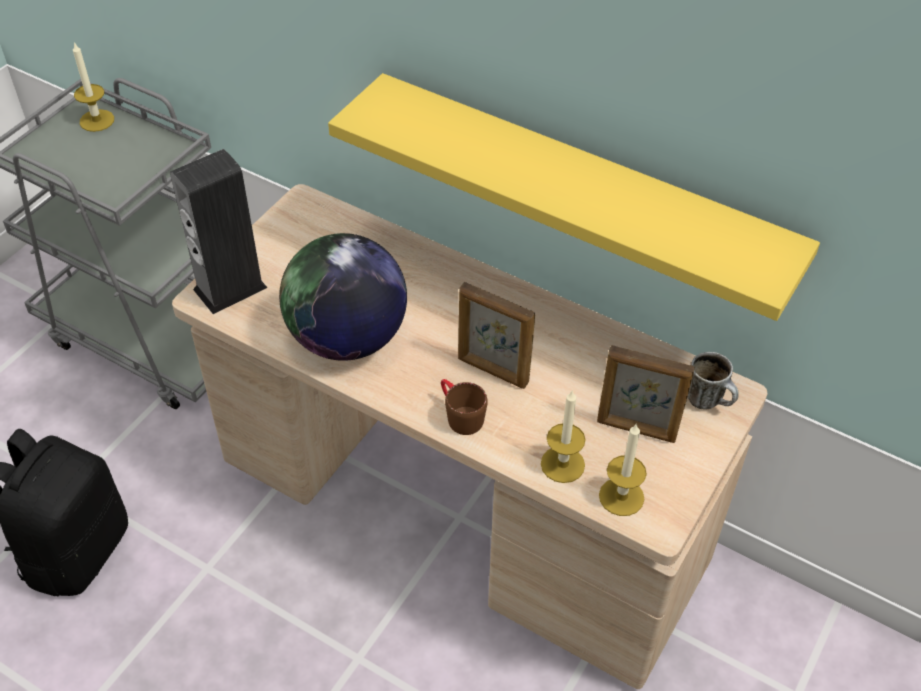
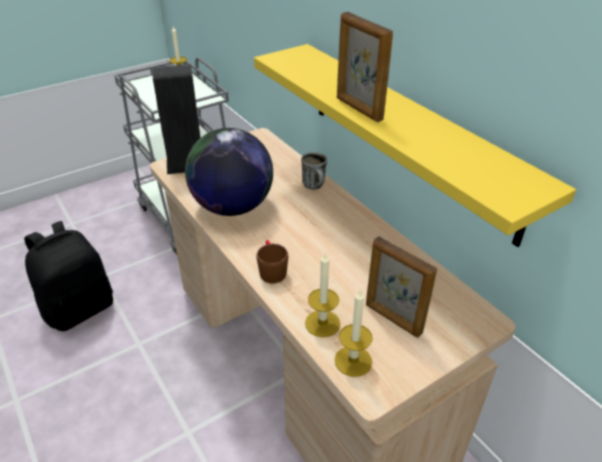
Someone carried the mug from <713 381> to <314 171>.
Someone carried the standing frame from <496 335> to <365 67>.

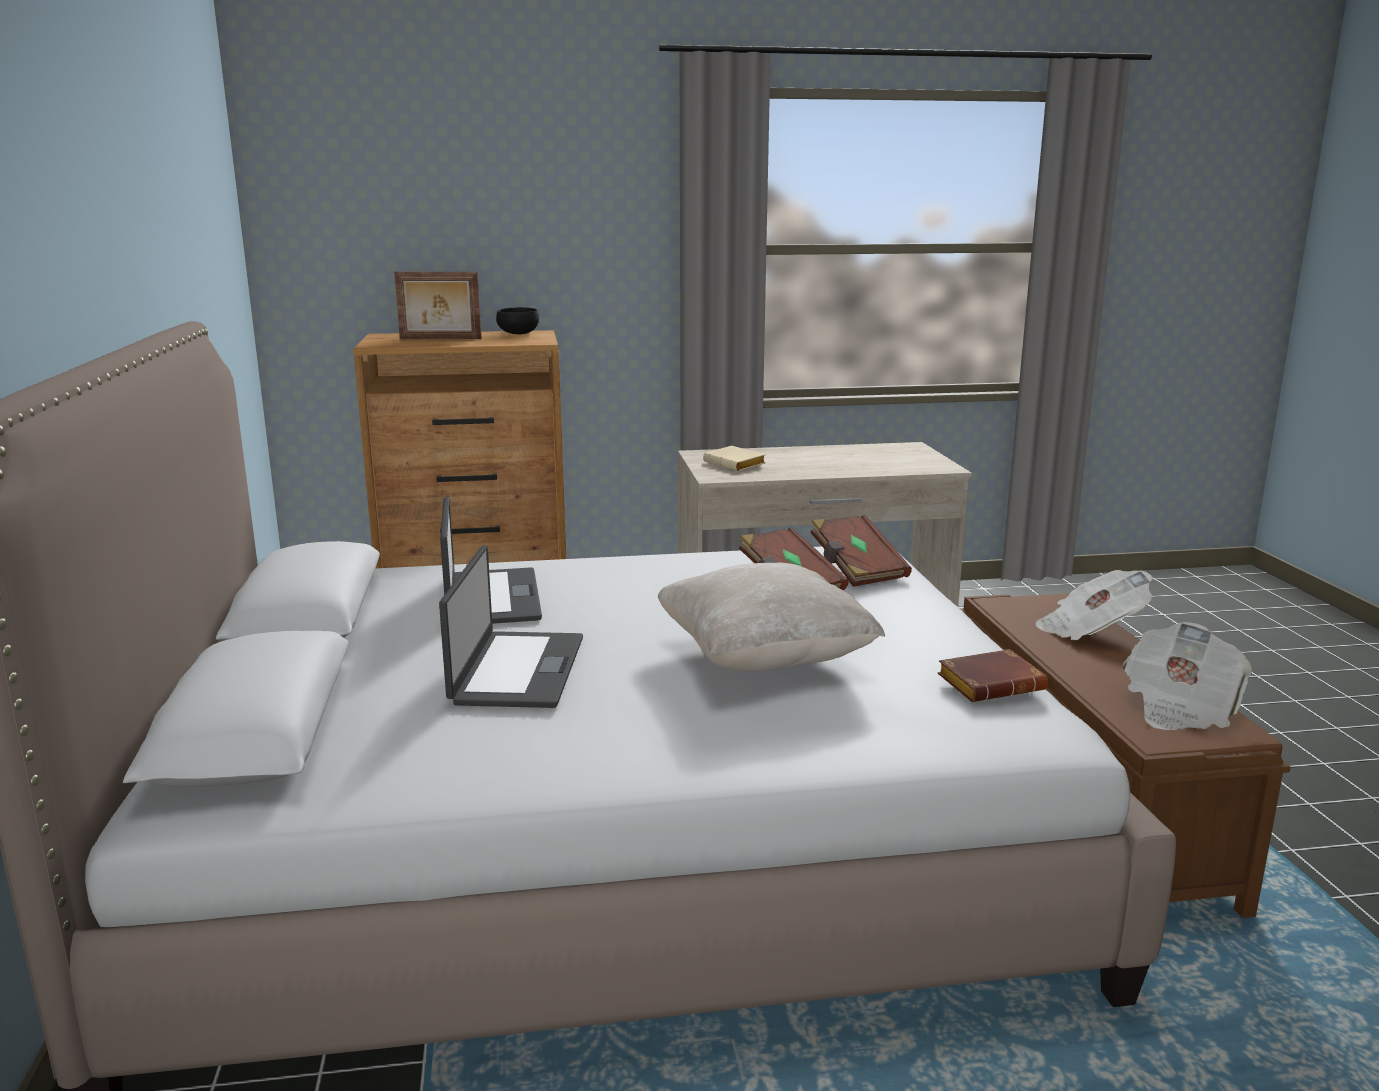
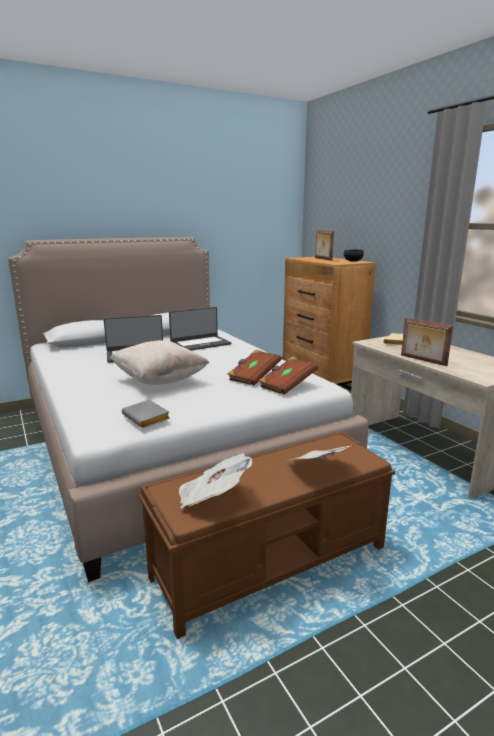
Someone repainted the brownish bound book at <993 675>, which became the grey bound book at <146 414>.
Someone put down the standing frame at <427 342>.

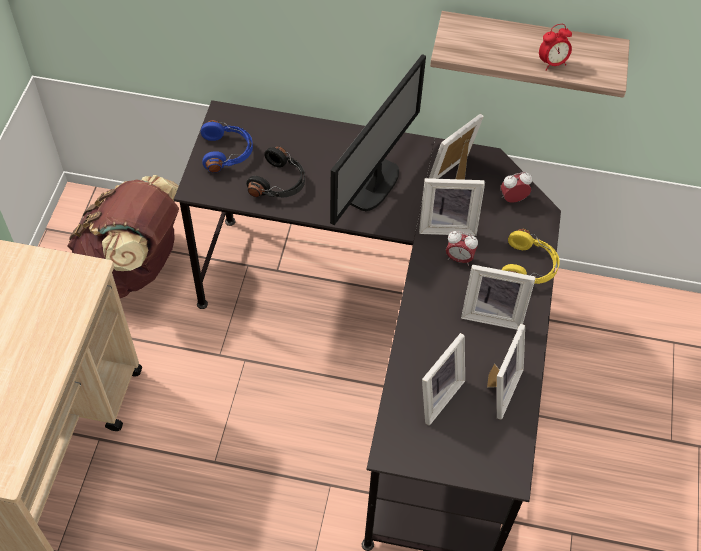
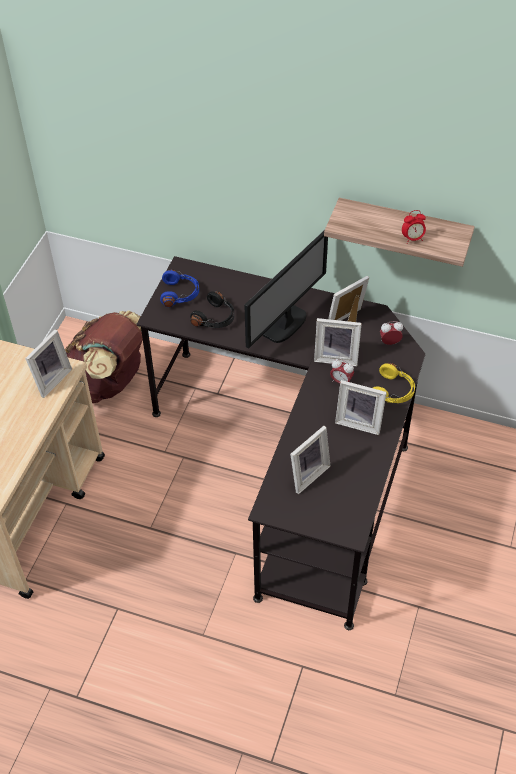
Someone carried the standing frame from <506 372> to <48 363>.

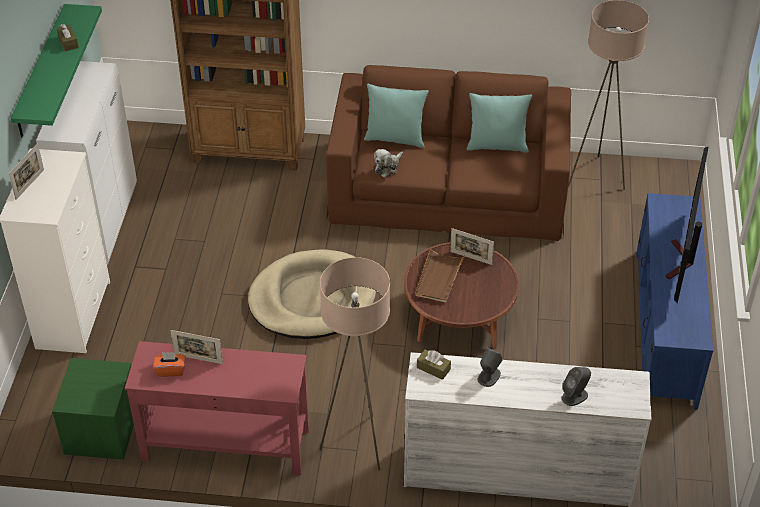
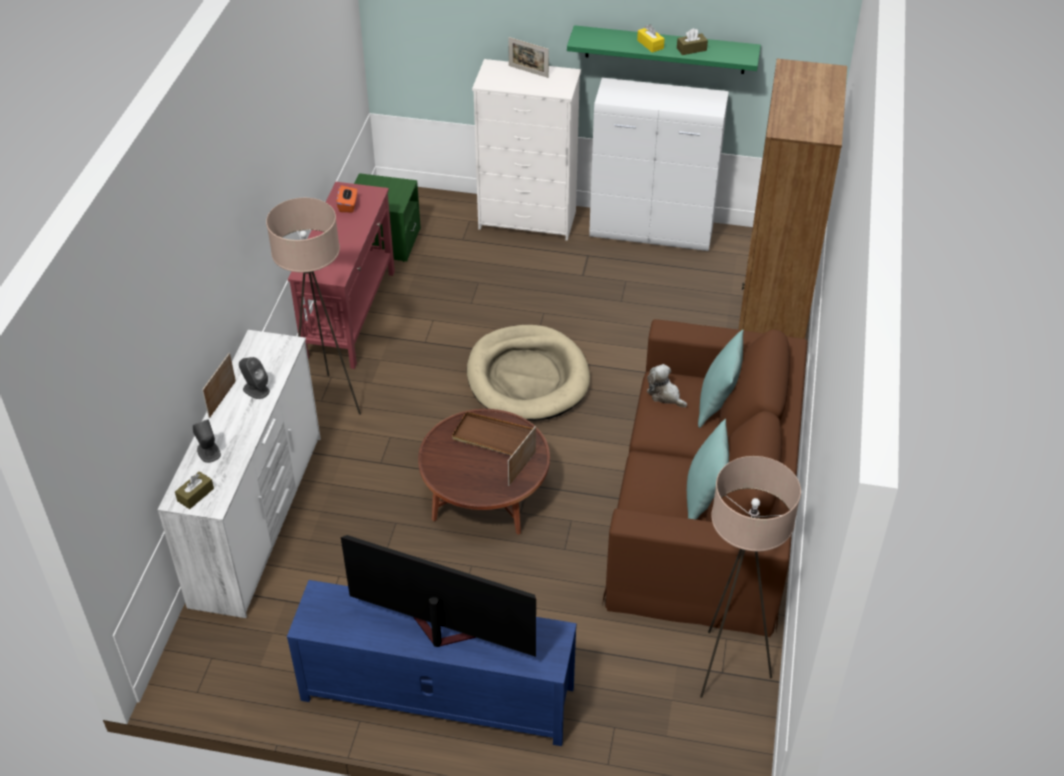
Someone carried the brownish box of tissues from <434 364> to <194 490>.
Someone carried the standing frame from <196 347> to <219 385>.
Someone put down the yellowish box of tissues at <651 38>.

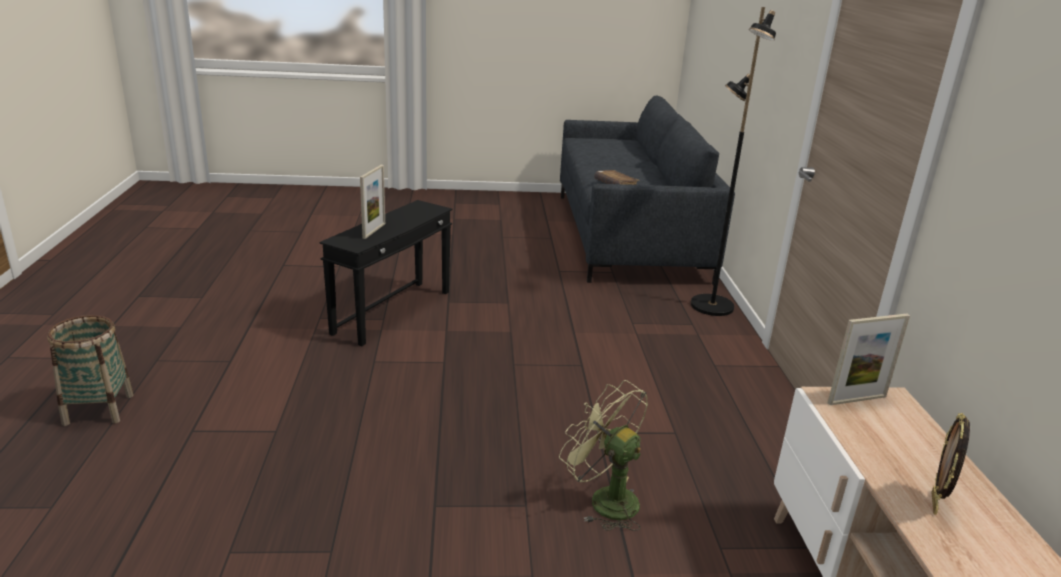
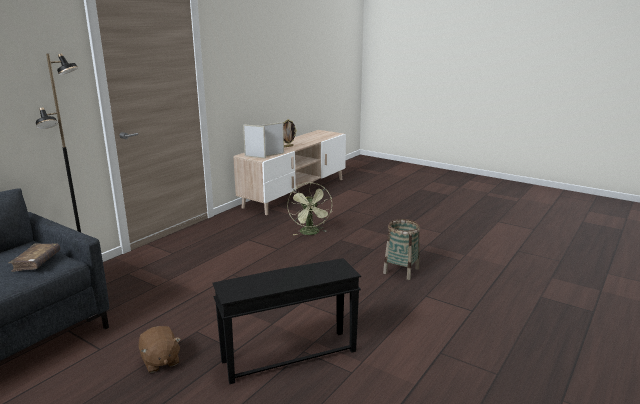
Someone put down the brownish cuddly toy at <159 349>.
Someone carried the standing frame from <372 202> to <273 139>.
Someone carried the storage basket from <90 370> to <401 249>.

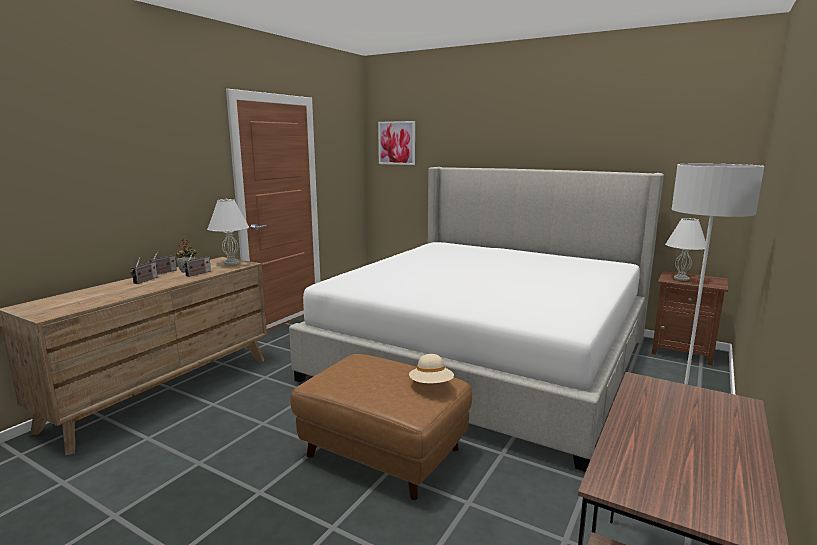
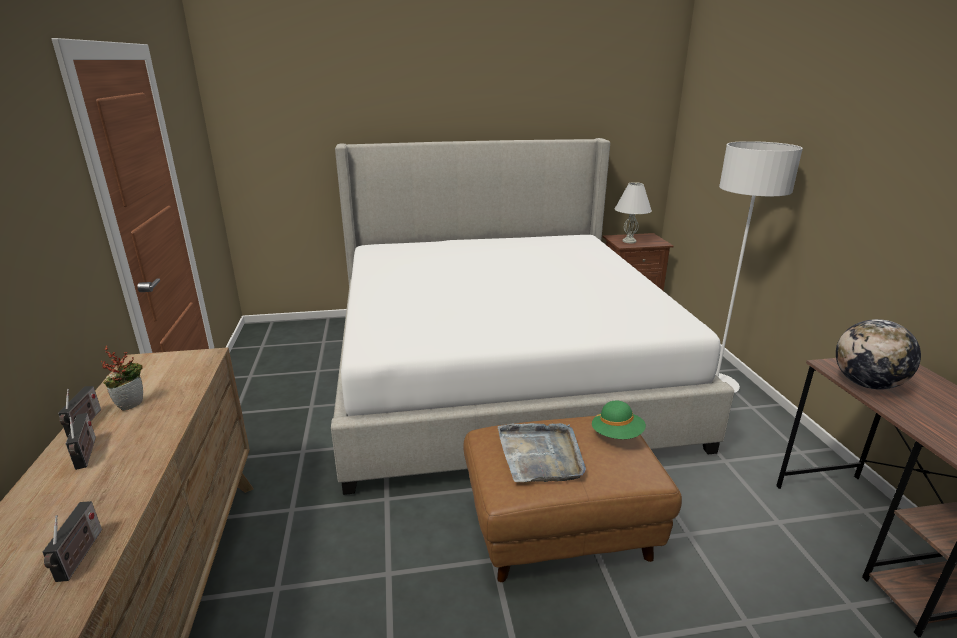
Someone carried the radio receiver from <197 264> to <72 541>.
Someone put down the grey carrying tray at <542 452>.
Someone repainted the beige hat at <431 368>, which became the greenish hat at <619 420>.
Someone put down the desk globe at <878 354>.
Someone took away the white tabletop lamp at <228 231>.
Someone took away the picture at <396 143>.

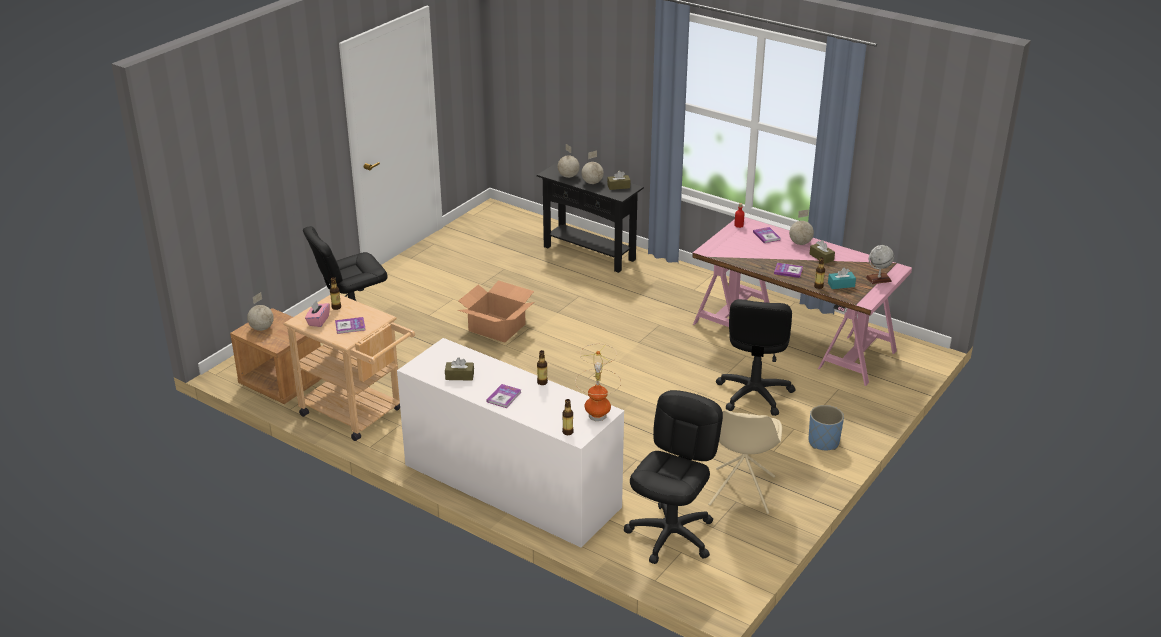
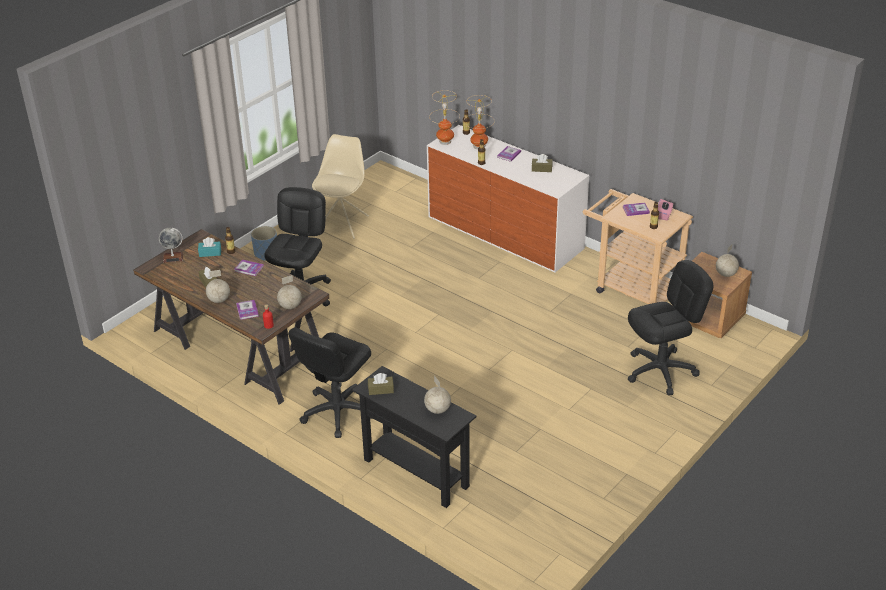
Someone repainted the pink-coloured desk at <802 301>, which became the brownish desk at <231 317>.
Someone carried the desk globe from <592 167> to <289 292>.
Someone carried the black-coloured desk chair from <673 477> to <330 382>.
Someone put down the tabletop lamp at <479 122>.
Someone took away the packing box at <496 311>.

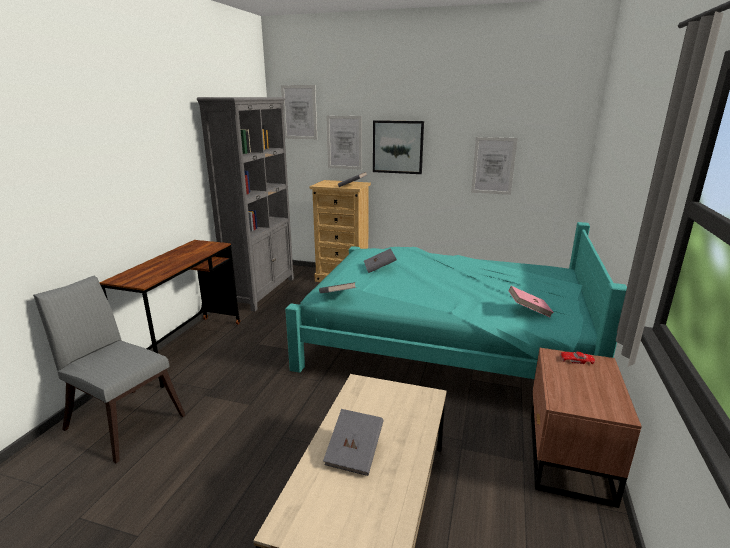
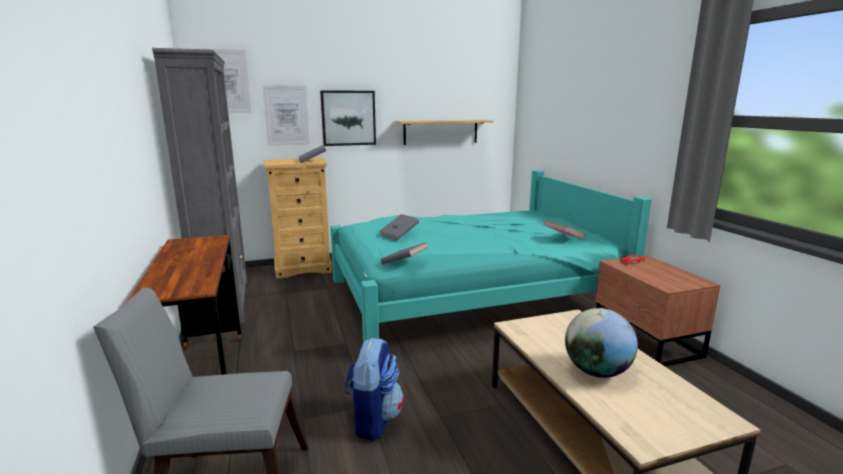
Someone put down the backpack at <374 389>.
Someone swapped the picture at <494 166> for the bracket shelf at <444 132>.
Someone swapped the grey bound book at <353 442> for the desk globe at <601 343>.

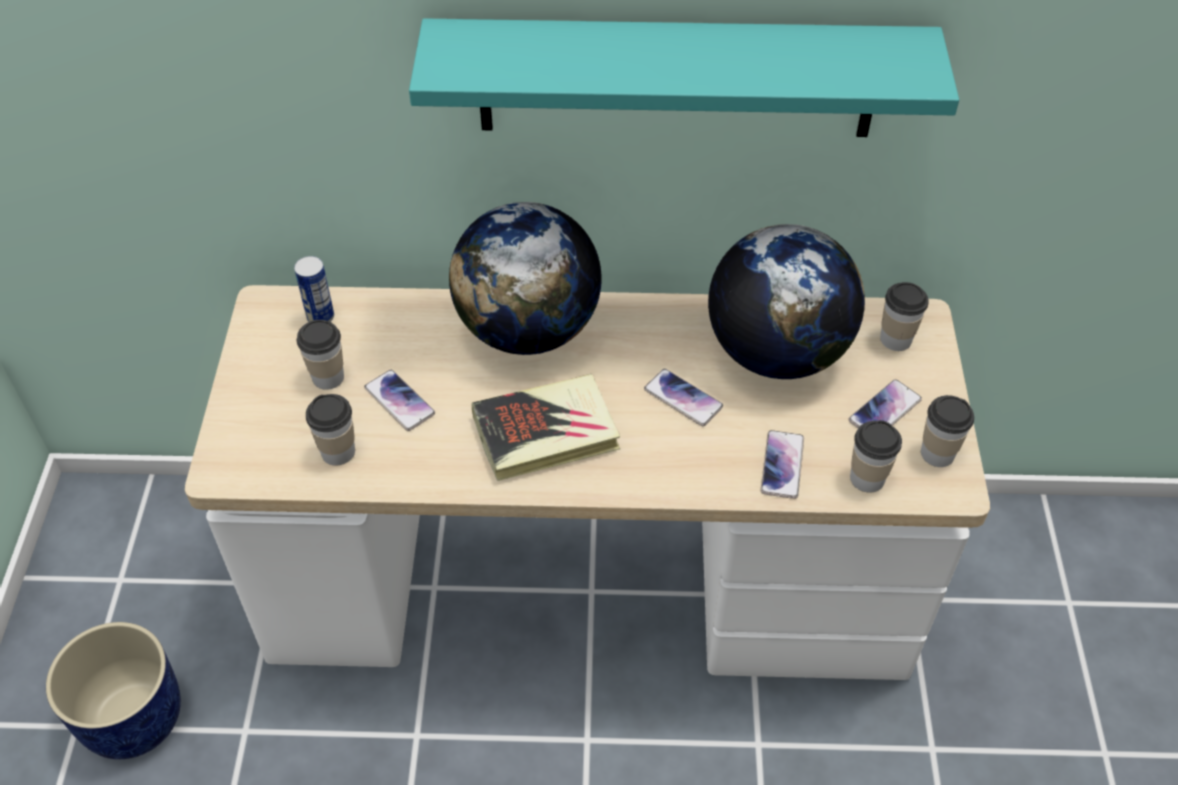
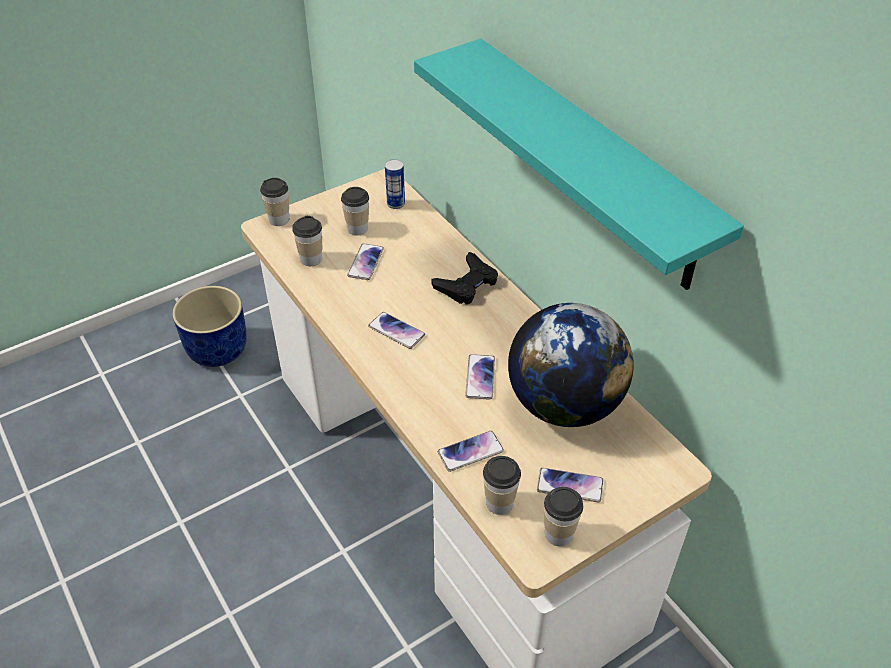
Someone carried the cup from <904 316> to <274 202>.
Someone swapped the bound book at <546 427> for the telephone at <396 330>.
Someone swapped the desk globe at <525 278> for the black-coloured game controller at <465 278>.

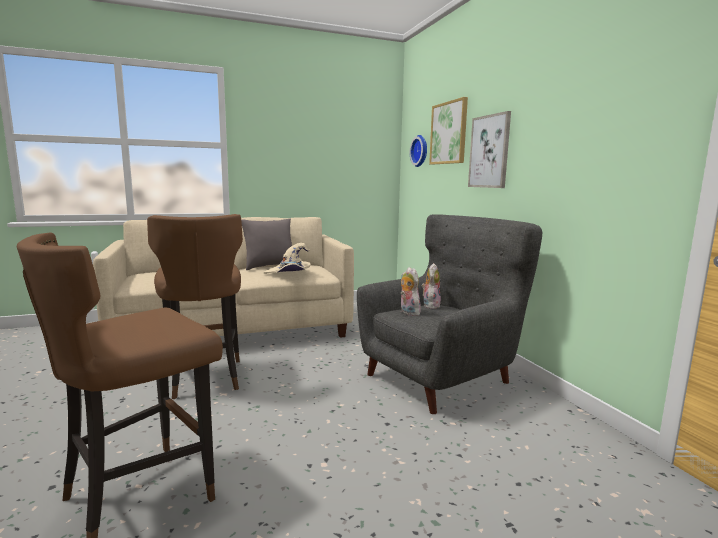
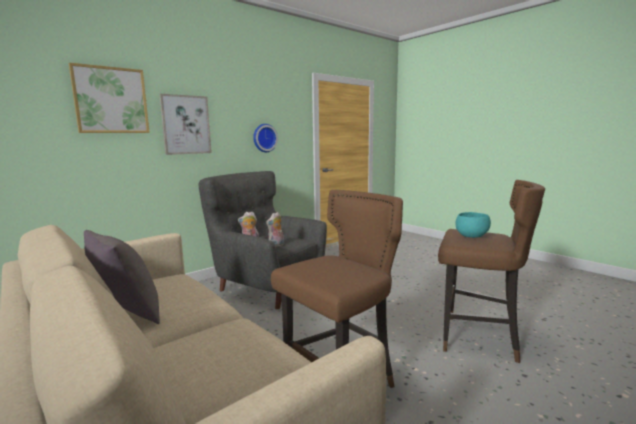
Someone carried the hanging clock from <418 151> to <265 138>.
Someone put down the blue-green serving bowl at <473 225>.
Someone took away the beige hat at <287 258>.

